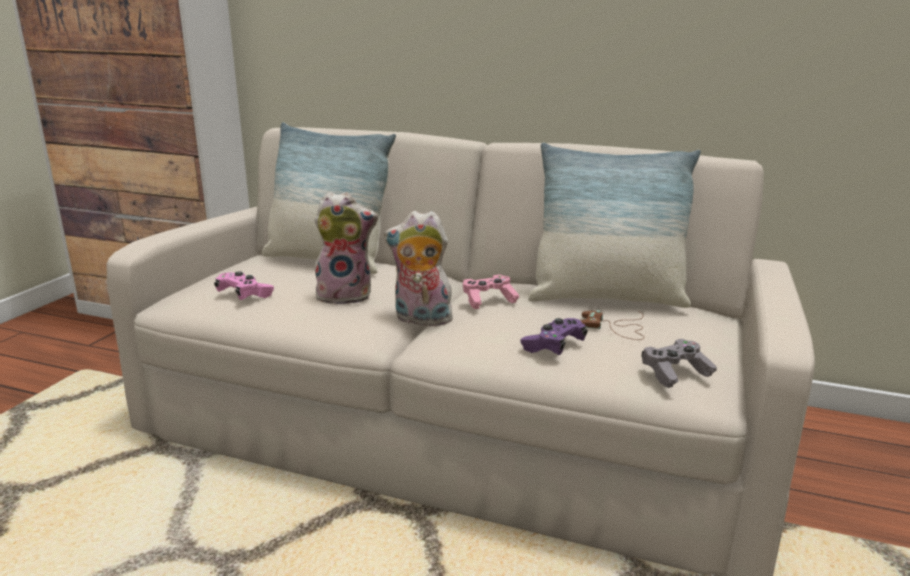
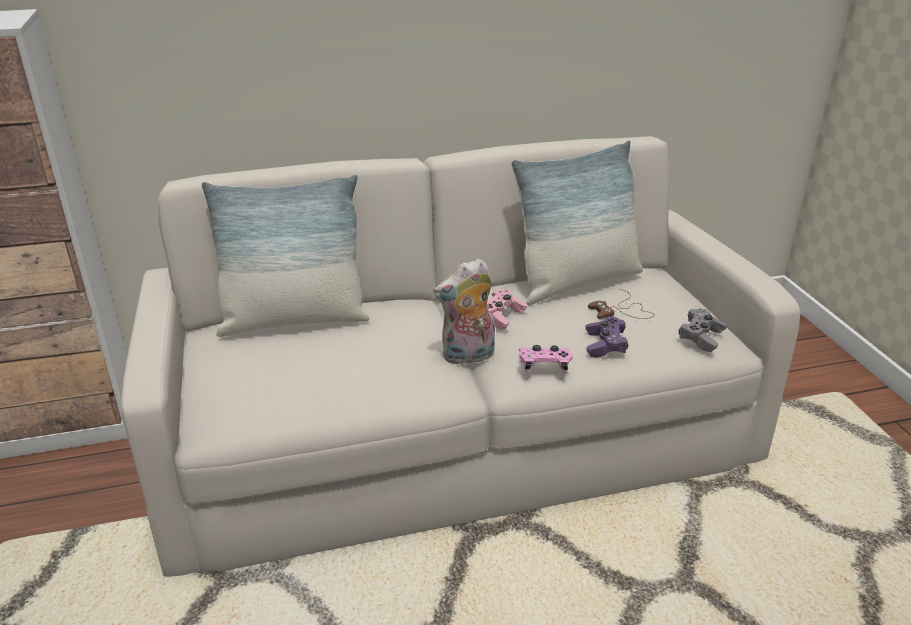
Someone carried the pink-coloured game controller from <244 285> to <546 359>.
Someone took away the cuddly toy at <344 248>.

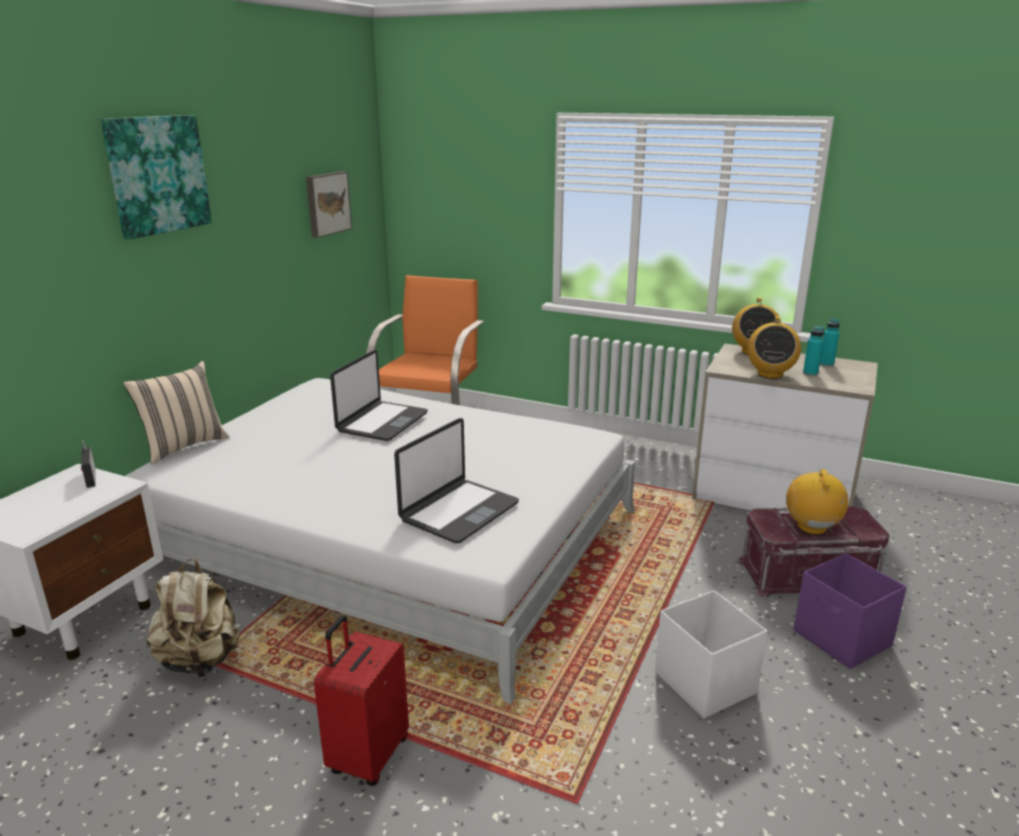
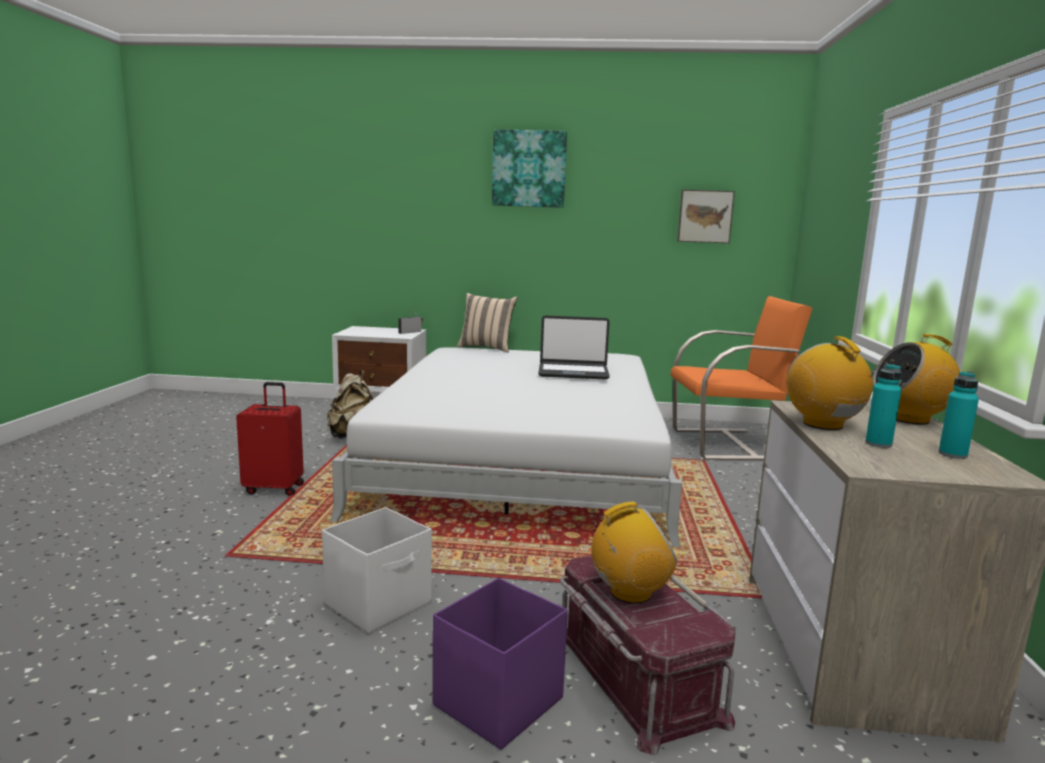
Someone rotated the radio receiver at <774 347> by 75 degrees clockwise.
Someone took away the laptop at <456 480>.

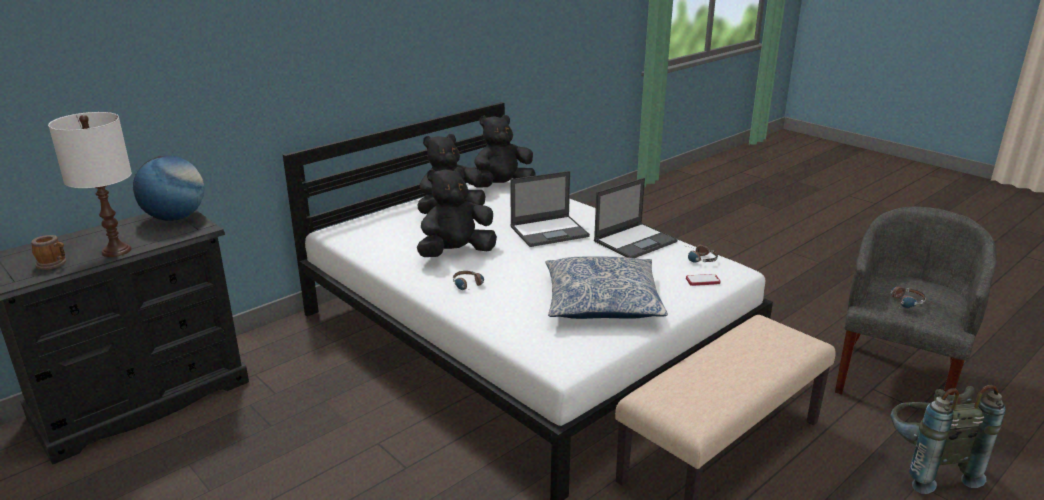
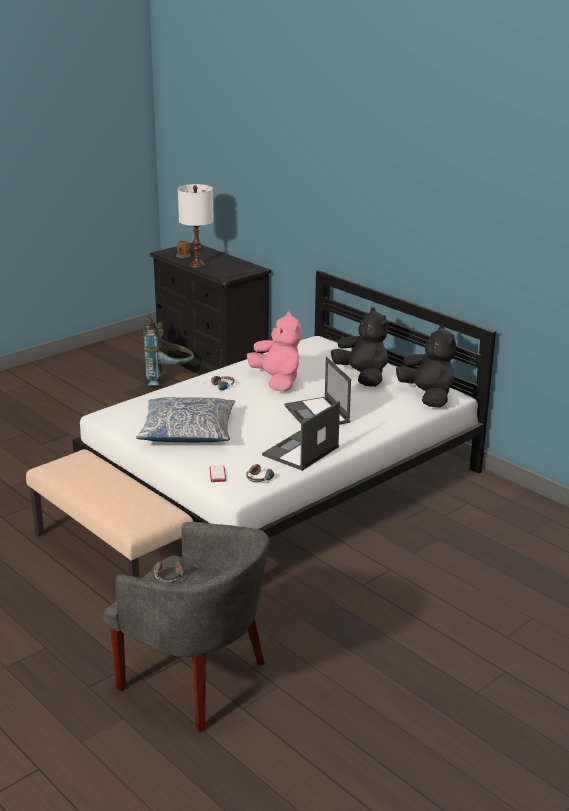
Someone carried the grey backpack from <948 439> to <168 350>.
Someone repainted the black-coloured cuddly toy at <457 212>, which became the pink-coloured cuddly toy at <274 352>.
Someone rotated the laptop at <636 218> by 75 degrees clockwise.
Someone took away the desk globe at <168 188>.

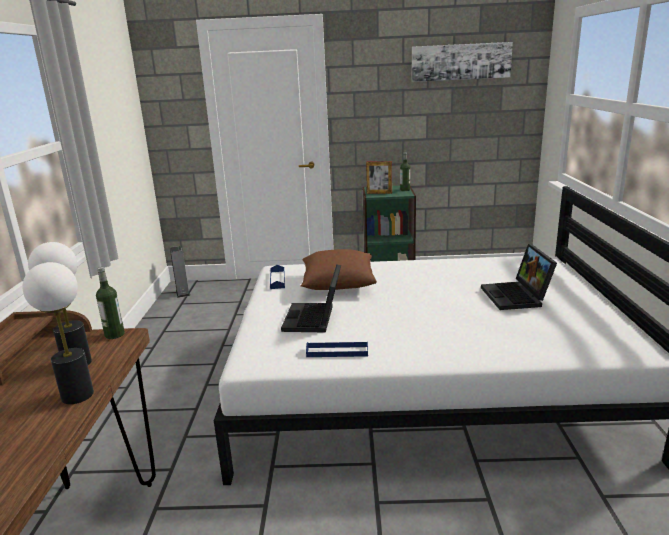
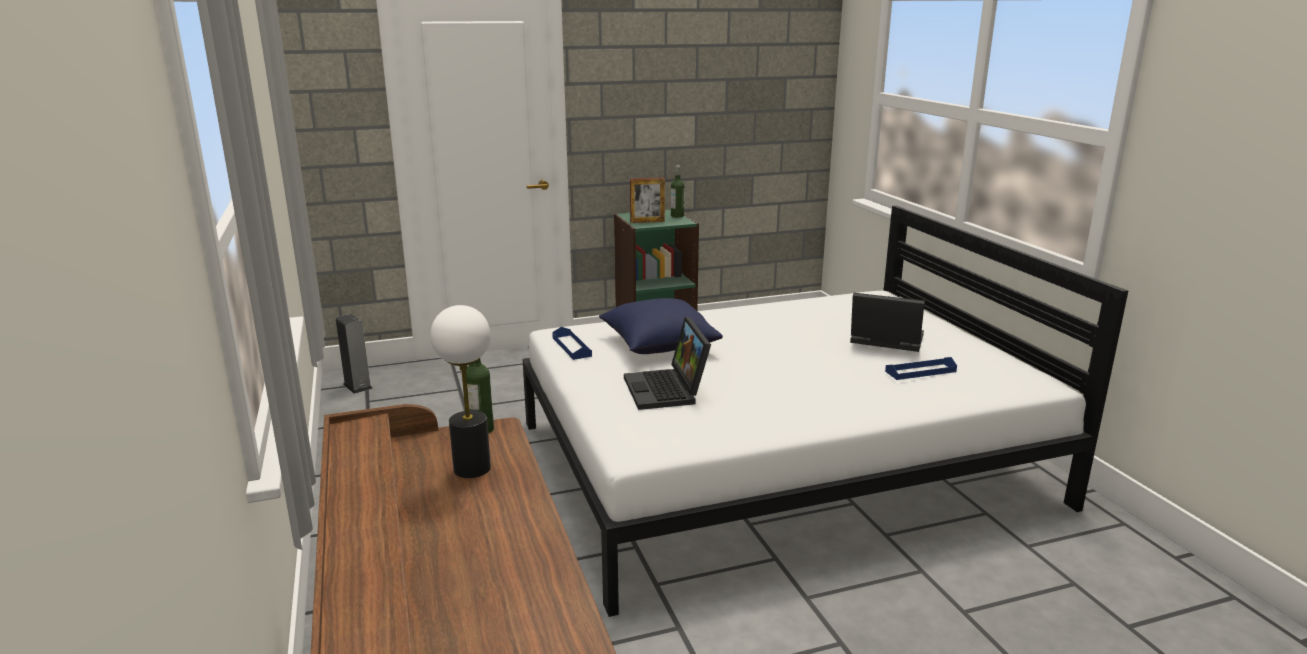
Someone repainted the brownish pillow at <338 269>, which became the blue pillow at <661 326>.
Someone rotated the laptop at <519 277> by 135 degrees clockwise.
Someone carried the blue carrying tray from <337 349> to <921 368>.
Someone took away the tabletop lamp at <58 333>.
Someone took away the picture at <462 62>.

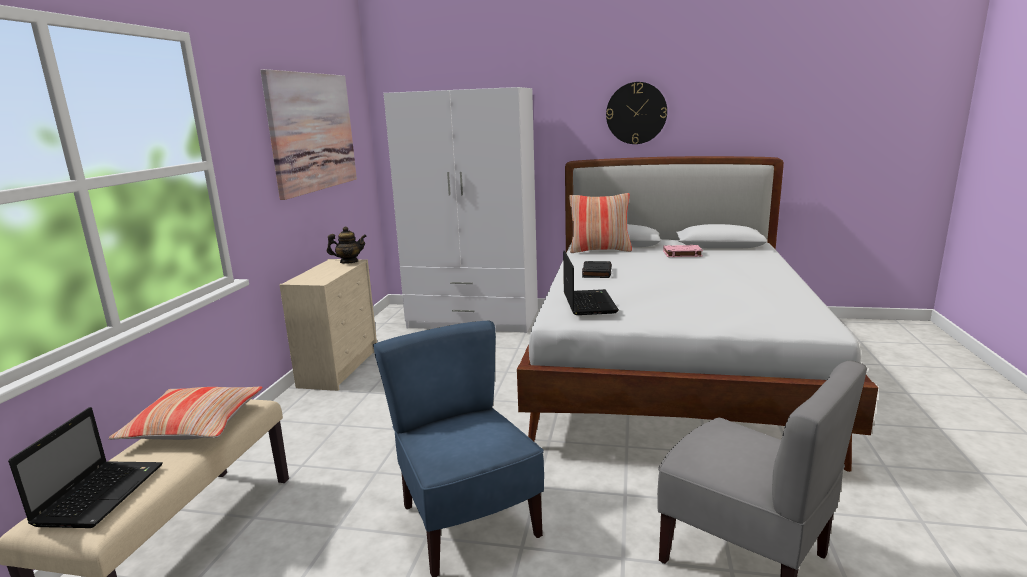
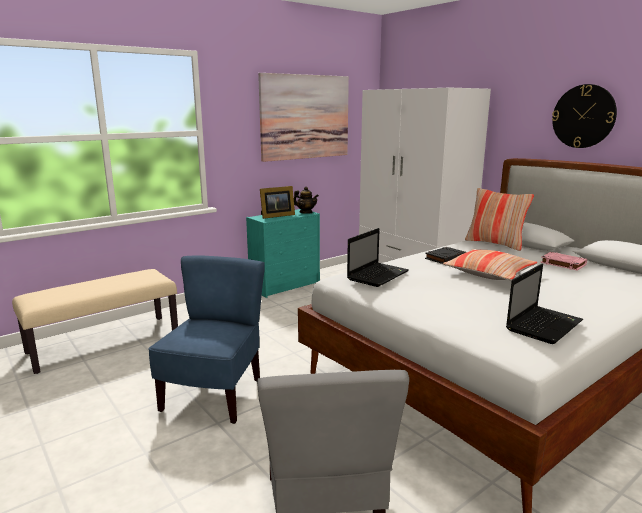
Someone repainted the beige chest of drawers at <328 325>, which became the blue-green chest of drawers at <283 253>.
Someone put down the standing frame at <277 202>.
Someone carried the pillow from <186 413> to <490 264>.
Someone carried the laptop from <85 467> to <544 304>.

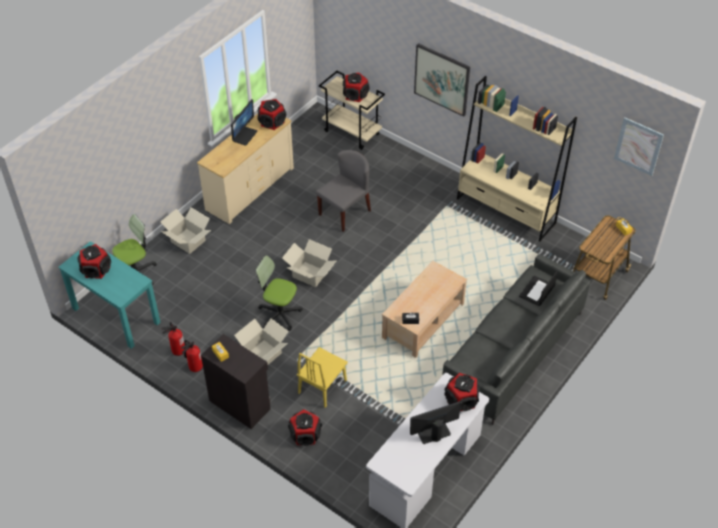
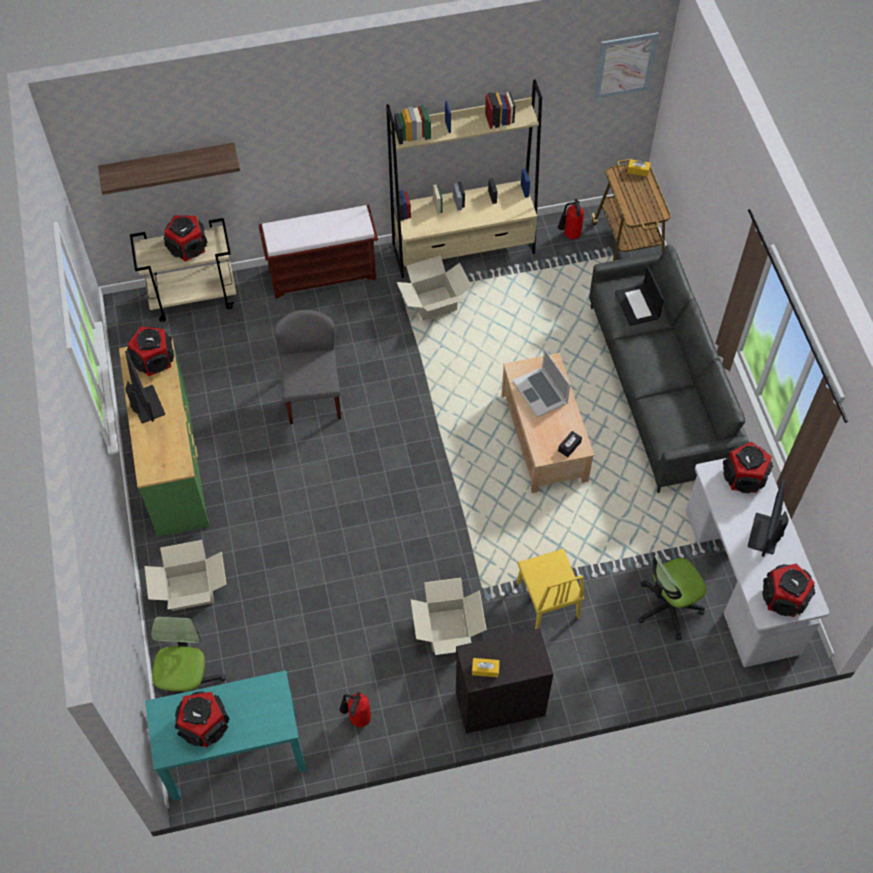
Someone put up the bracket shelf at <169 169>.
Someone repainted the beige chest of drawers at <245 169>, which became the greenish chest of drawers at <164 438>.
Someone put down the brownish indoor bench at <318 252>.
Someone carried the packing box from <309 263> to <434 287>.
Someone put down the laptop at <541 383>.
Someone carried the fire extinguisher from <192 356> to <571 218>.
Someone carried the desk chair from <279 293> to <671 597>.
Someone carried the loudspeaker from <305 427> to <788 590>.
Someone took away the picture at <442 80>.

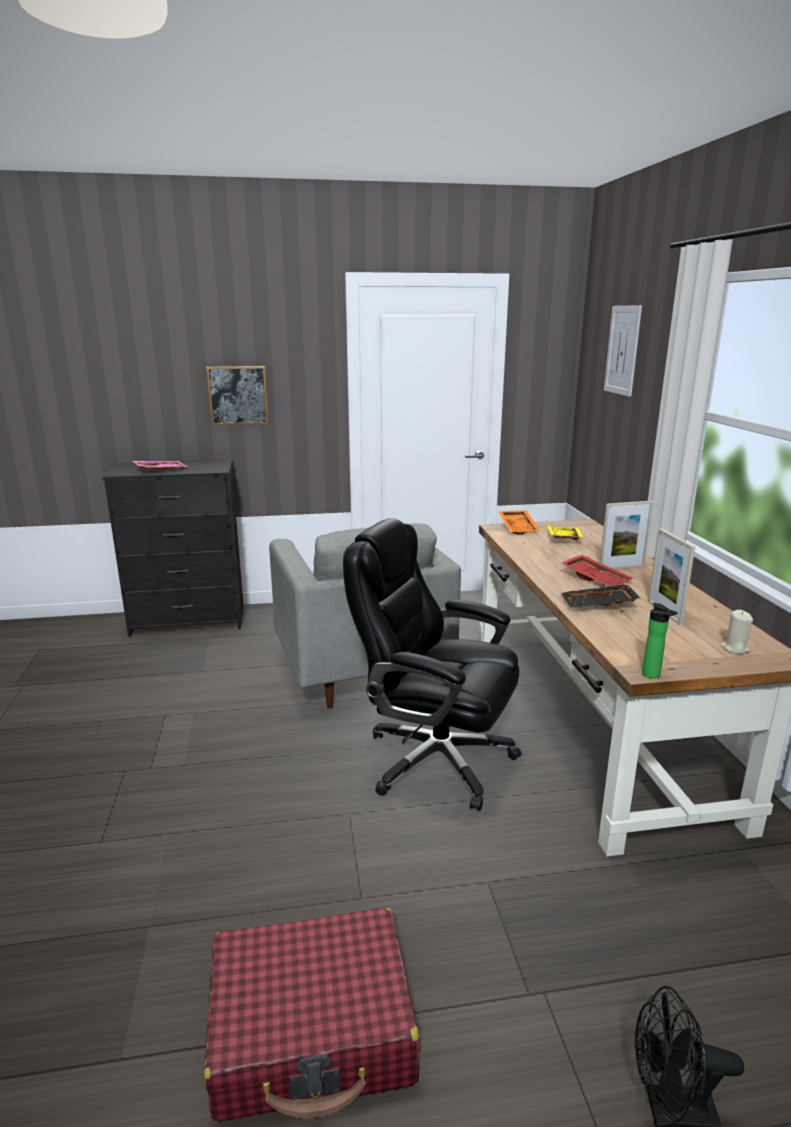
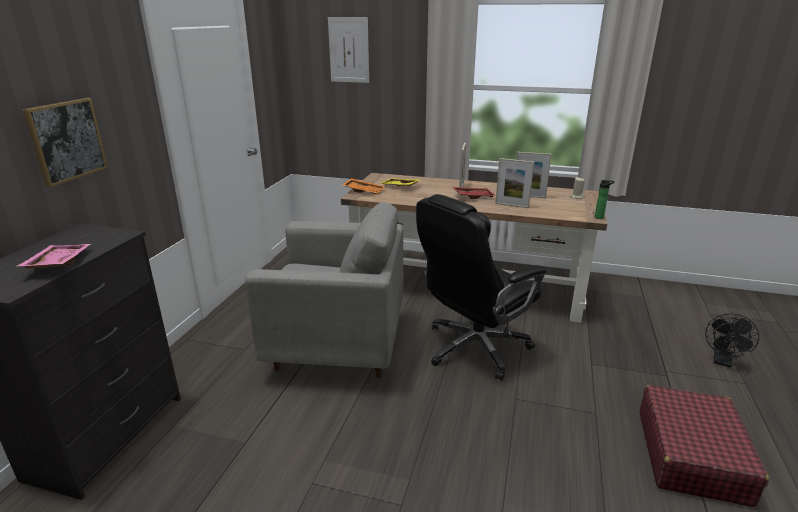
Someone swapped the black-coloured carrying tray at <601 596> for the standing frame at <514 183>.

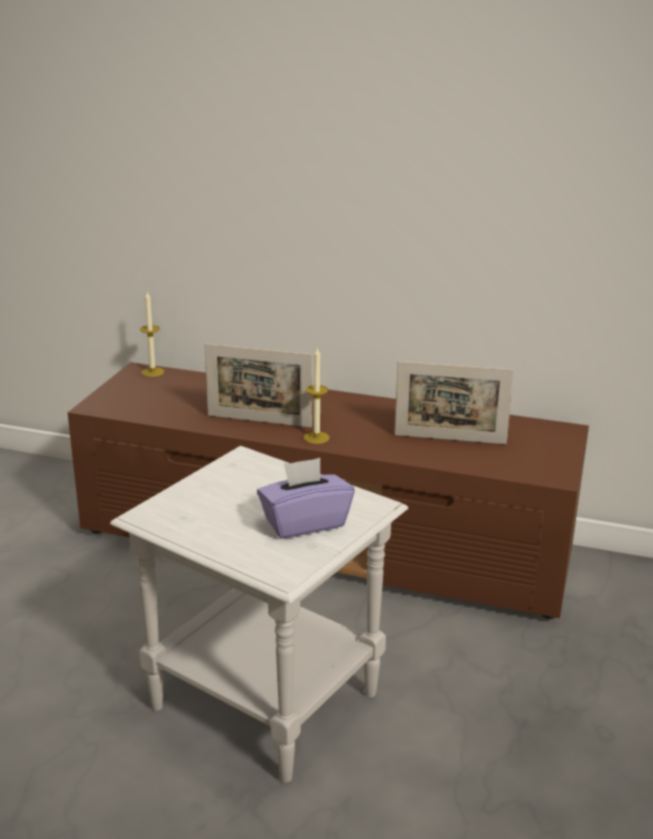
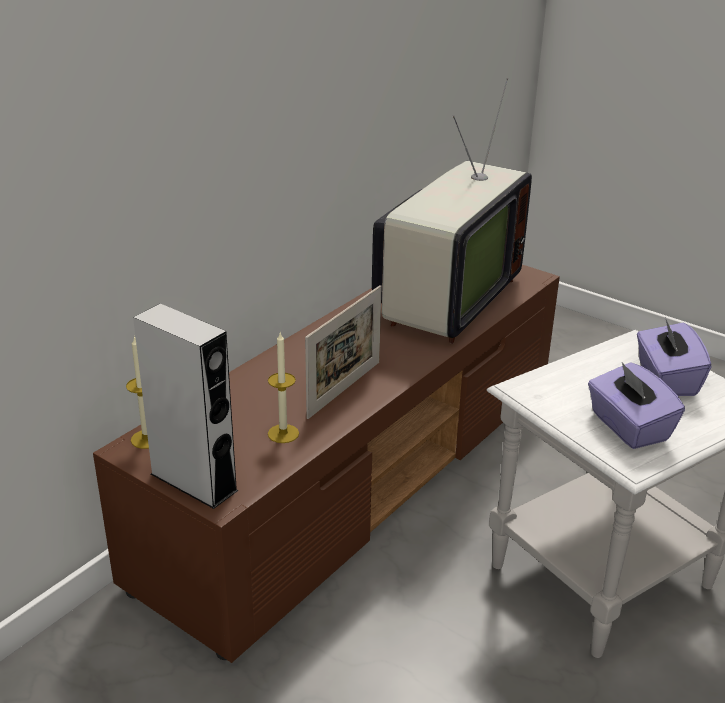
Someone put down the grey loudspeaker at <186 406>.
Someone carried the wax candle from <317 396> to <283 388>.
Someone swapped the standing frame at <454 402> for the TV set at <452 211>.
Someone put down the purple box of tissues at <636 405>.

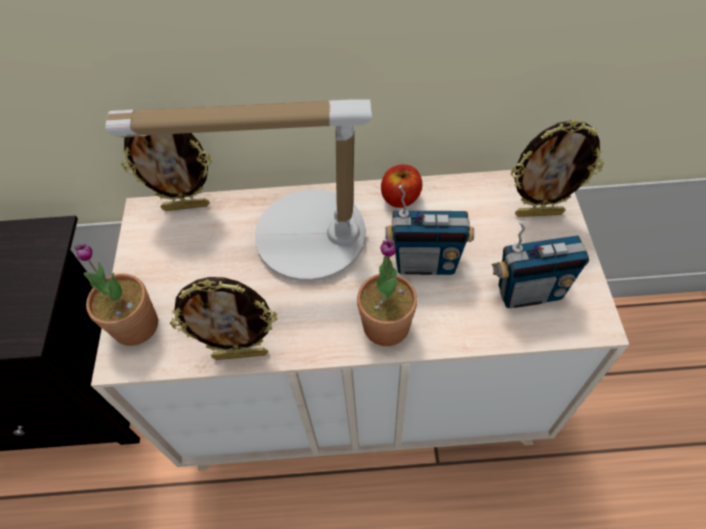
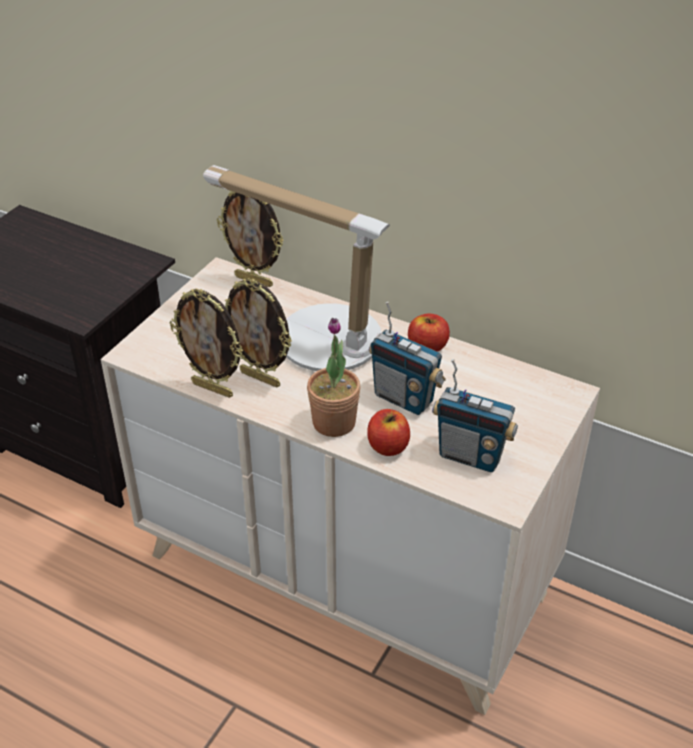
Someone carried the standing frame from <557 168> to <258 333>.
Someone put down the whole apple at <388 432>.
Someone took away the plant in a pot at <116 294>.

